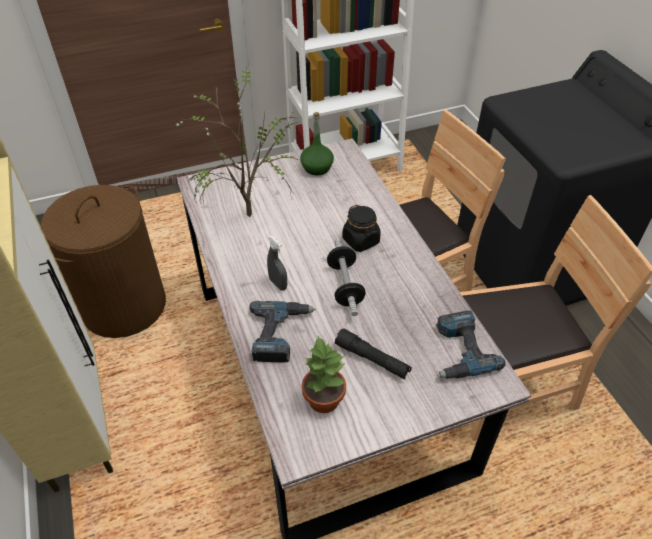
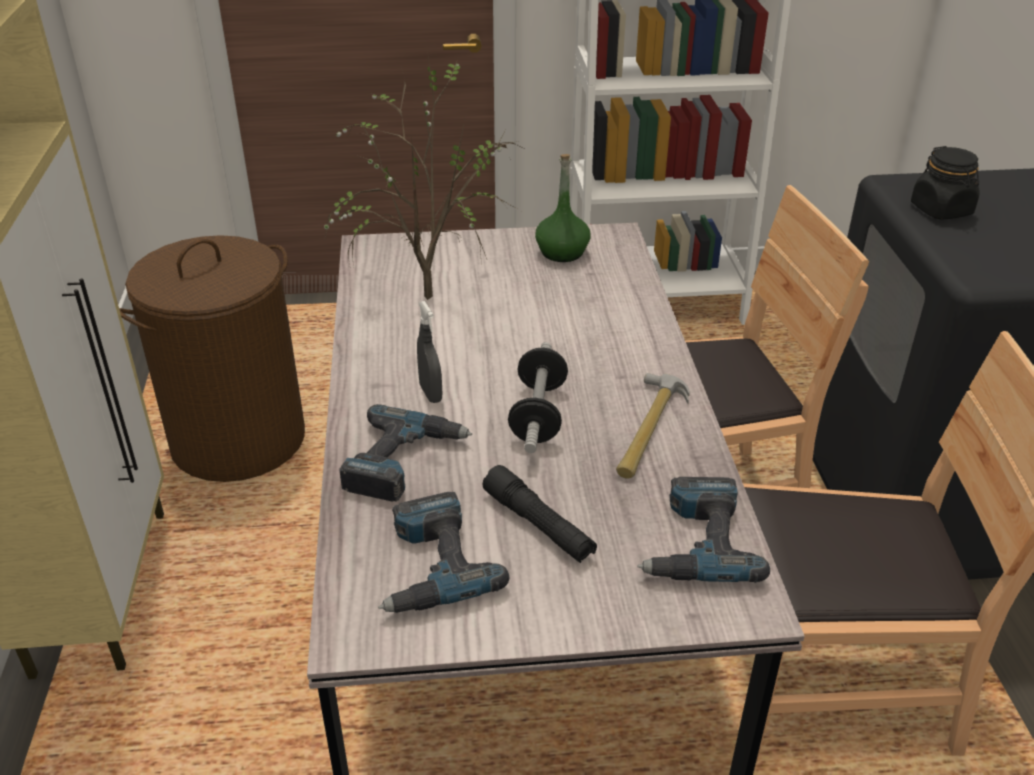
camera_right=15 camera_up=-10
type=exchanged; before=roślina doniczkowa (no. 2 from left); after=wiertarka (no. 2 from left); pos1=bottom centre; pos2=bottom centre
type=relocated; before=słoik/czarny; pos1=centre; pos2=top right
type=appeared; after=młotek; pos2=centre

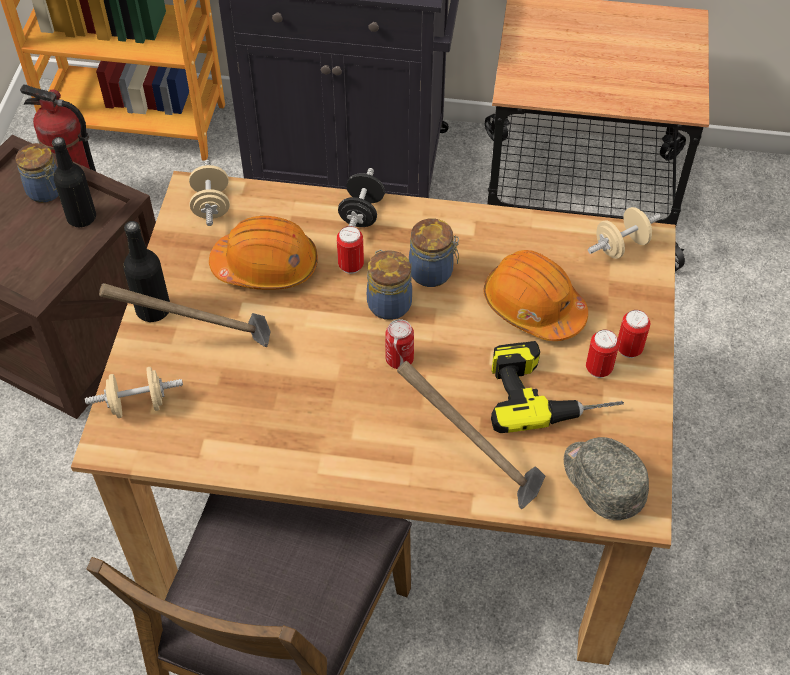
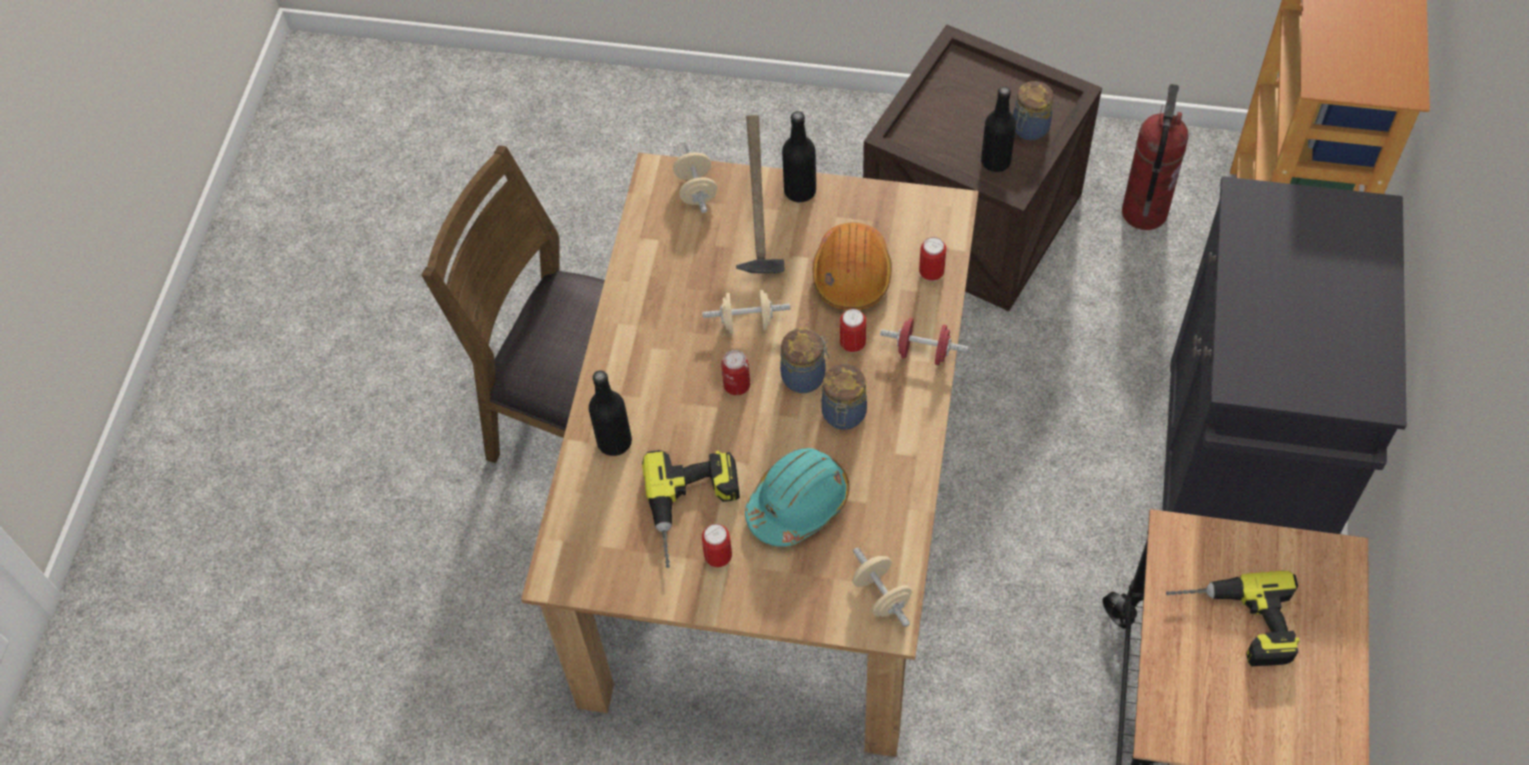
camera_right=95 camera_up=5
type=relocated; before=hantel/beżowy (no. 2 from left); pos1=top left; pos2=centre
type=colour; before=hantel/czarny; after=hantel/czerwony; pos1=top centre; pos2=centre
type=exchanged; before=młotek (no. 2 from left); after=butelka/czarny (no. 1 from left); pos1=centre; pos2=centre
type=colour; before=kask/pomarańczowy (no. 2 from left); after=kask/turkusowy; pos1=middle right; pos2=centre
type=missing; before=czapka z daszkiem/szary; pos1=bottom right
type=relocated; before=puszka (no. 4 from left); pos1=middle right; pos2=centre
type=appeared; after=wiertarka (no. 2 from left); pos2=bottom right

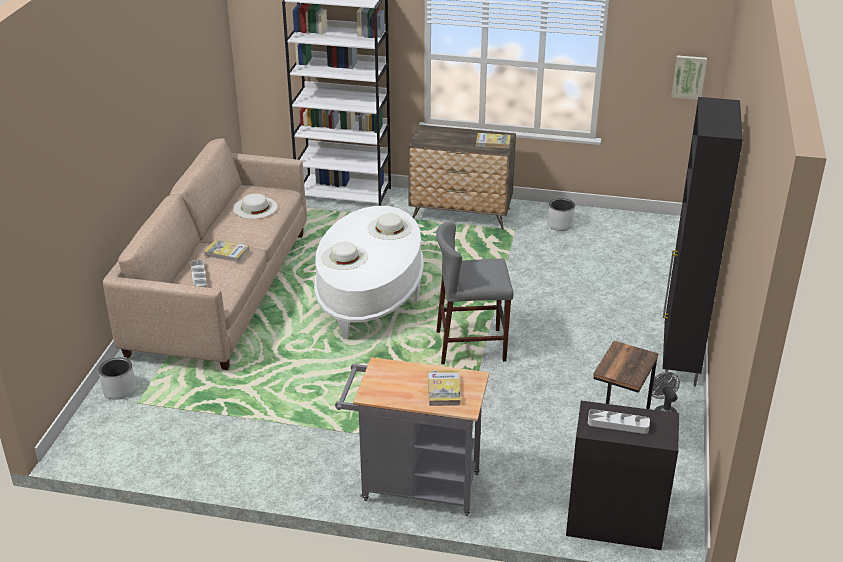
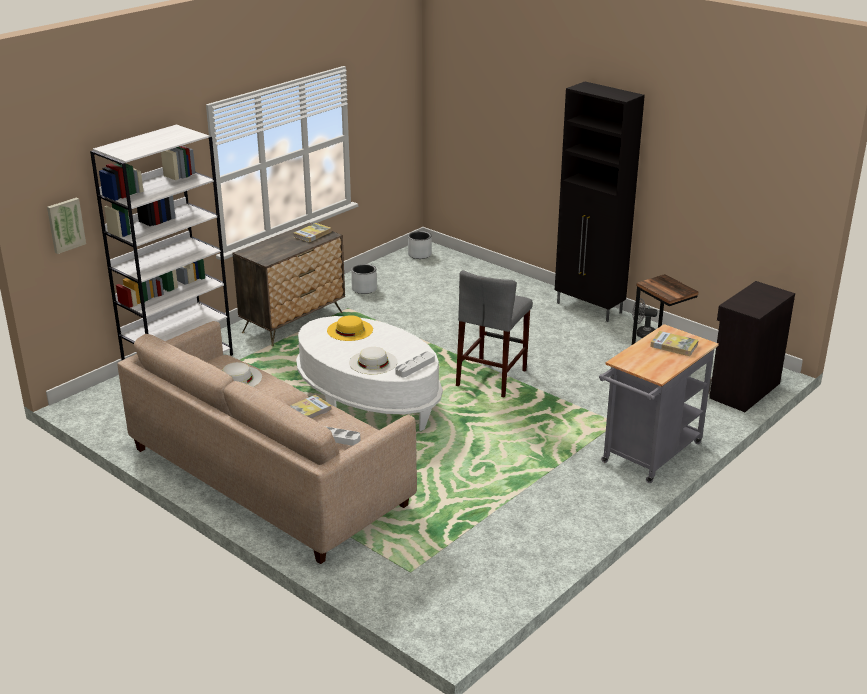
camera_right=-60 camera_up=-5
type=relocated; before=donica/szary (no. 1 from left in the first image); after=donica/szary (no. 2 from left); pos1=bottom left; pos2=centre
type=colour; before=kapelusz/biały (no. 3 from left); after=kapelusz/żółty; pos1=centre; pos2=centre
type=relocated; before=taca/szary (no. 2 from left); pos1=bottom right; pos2=centre
type=relocated; before=obraz; pos1=top right; pos2=top left

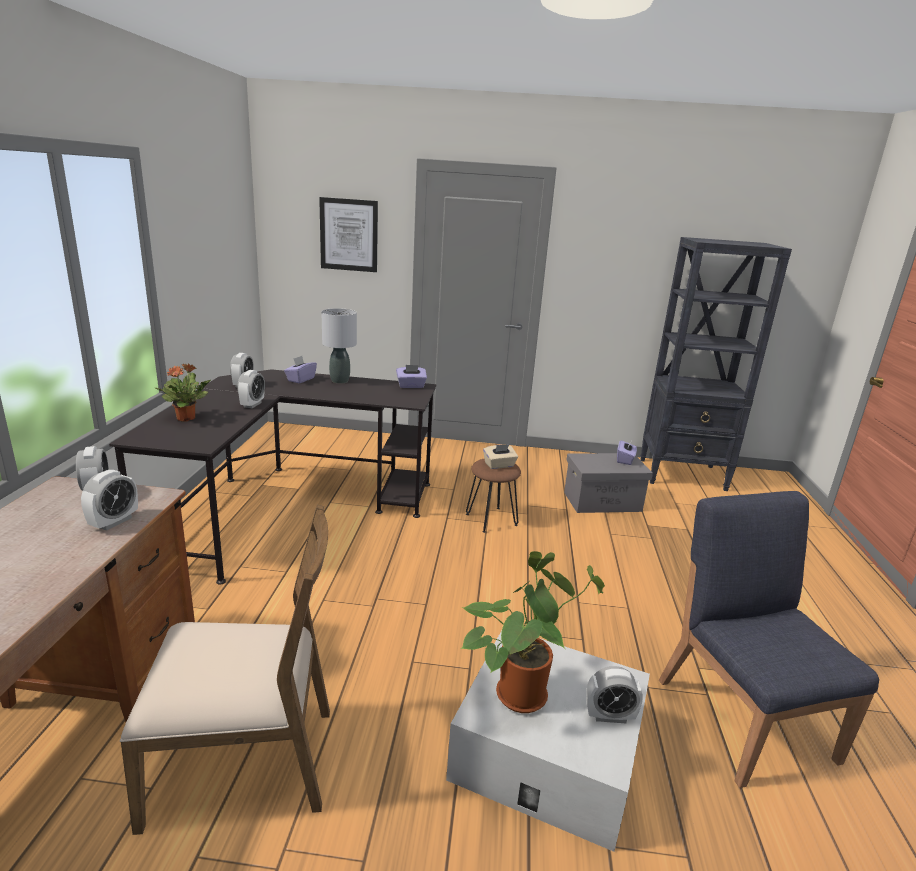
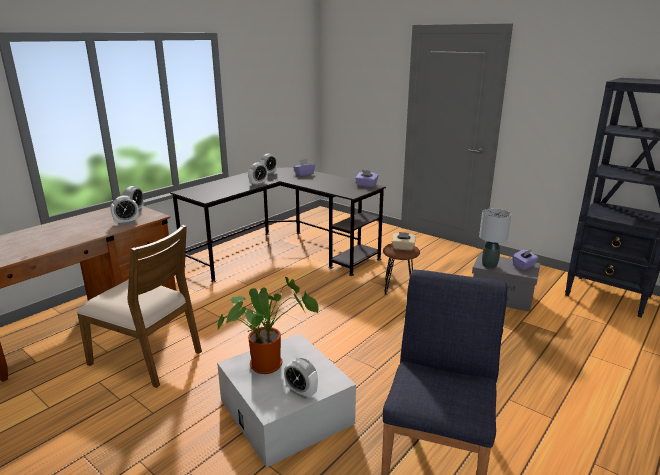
camera_right=35 camera_up=0
type=missing; before=roślina doniczkowa (no. 1 from left); pos1=middle left
type=missing; before=obraz; pos1=top centre
type=relocated; before=lampa stołowa/szary; pos1=centre; pos2=middle right

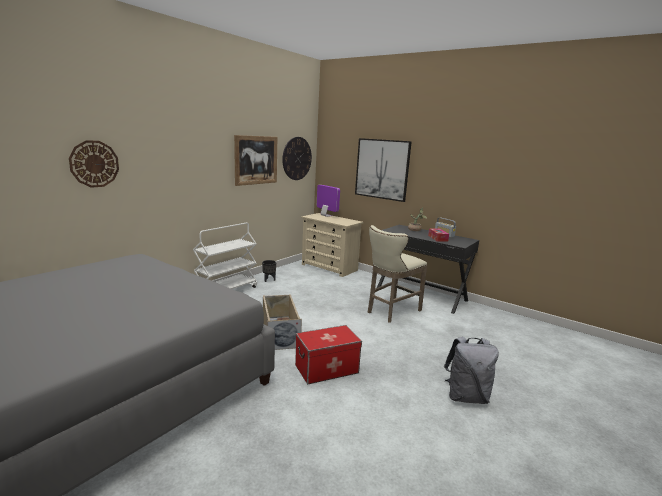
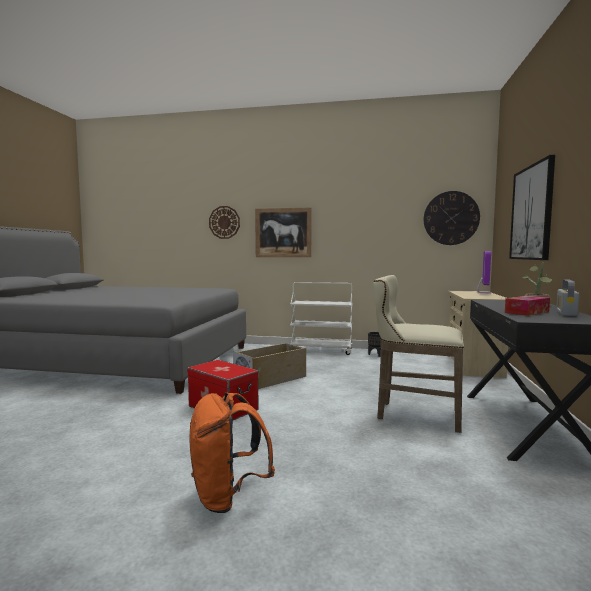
camera_right=65 camera_up=-10
type=relocated; before=obraz (no. 1 from left); pos1=top centre; pos2=centre
type=colour; before=plecak/szary; after=plecak/pomarańczowy; pos1=bottom right; pos2=bottom centre

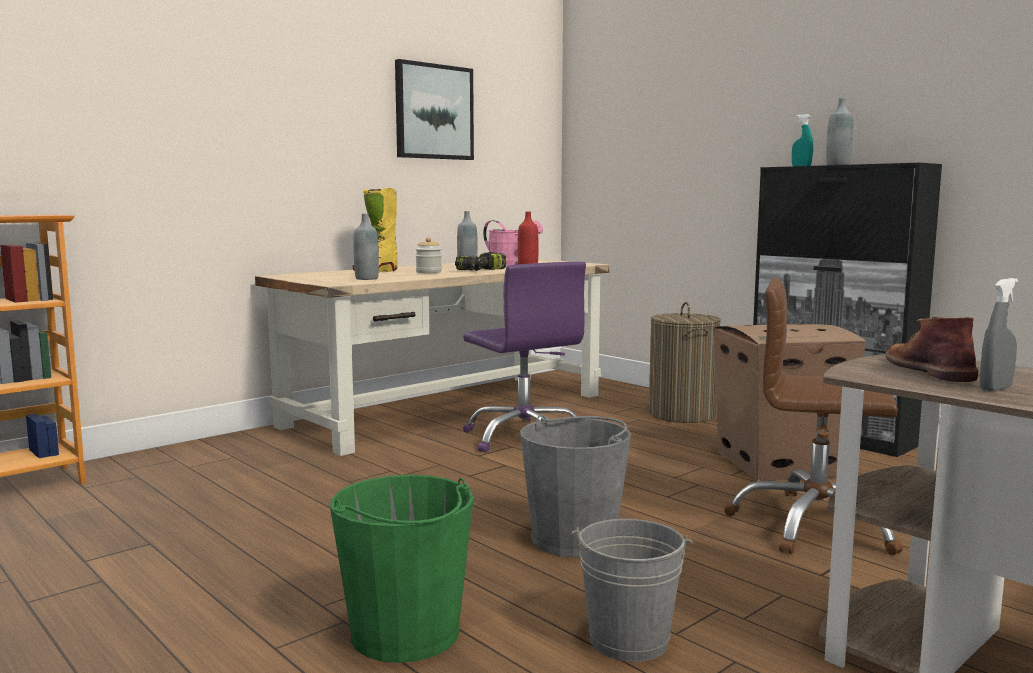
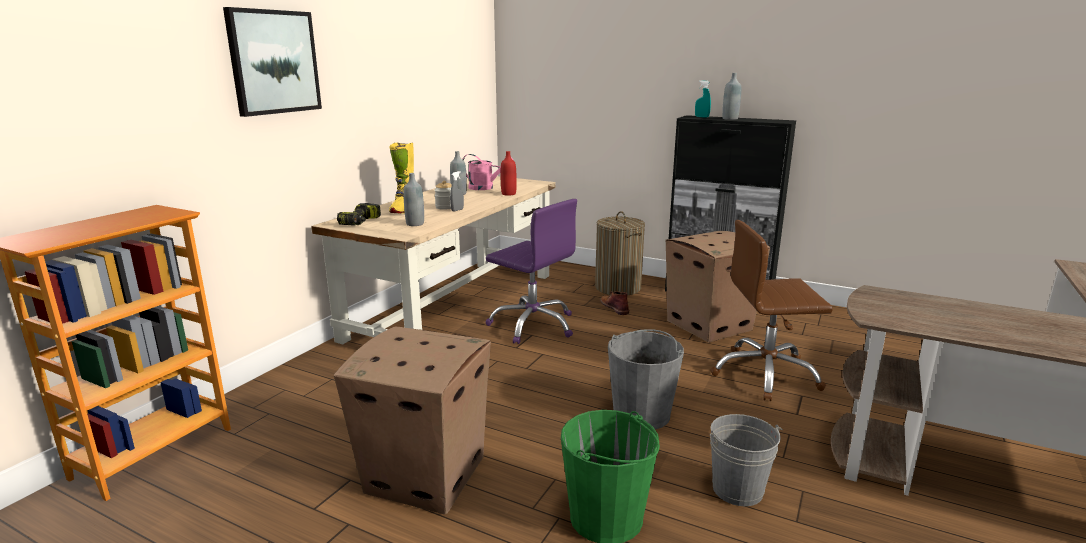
camera_right=-20 camera_up=10
type=relocated; before=obraz; pos1=top centre; pos2=top left
type=relocated; before=wiertarka; pos1=centre; pos2=middle left
type=relocated; before=but z cholewką/brązowy; pos1=middle right; pos2=centre
type=relocated; before=spryskiwacz/szary; pos1=middle right; pos2=centre
type=appeared; after=karton (no. 1 from left); pos2=bottom centre

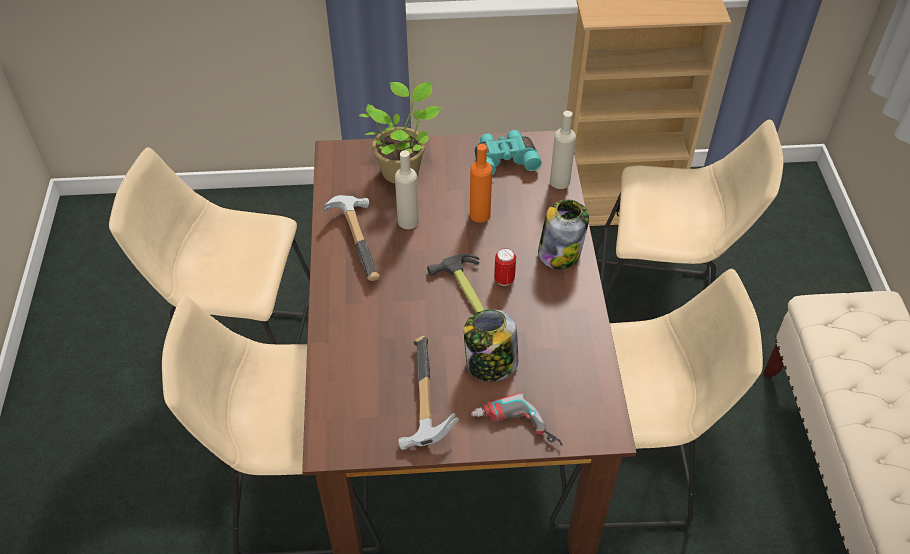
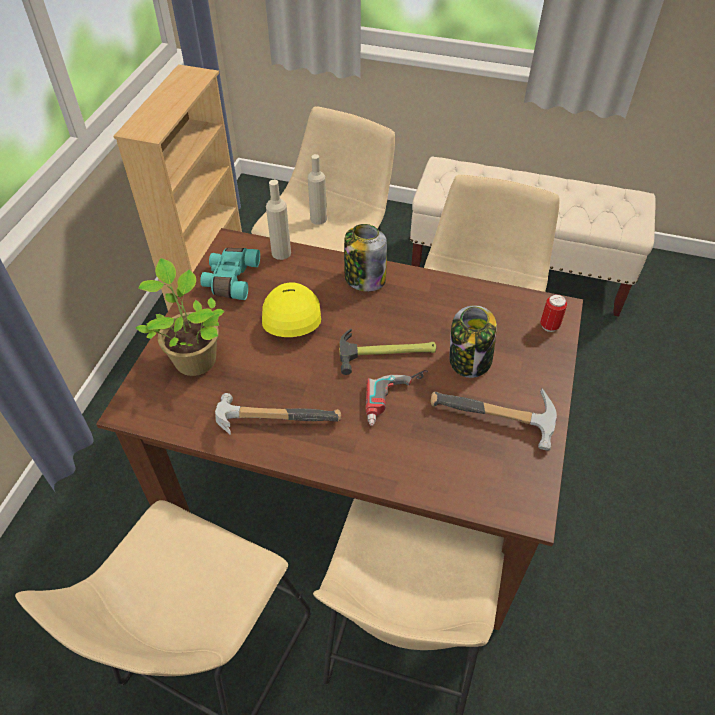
camera_right=-70 camera_up=0
type=relocated; before=butelka/beżowy (no. 1 from left in the first image); after=butelka/beżowy (no. 2 from left); pos1=centre; pos2=top centre
type=exchanged; before=butelka/pomarańczowy; after=czapka z daszkiem/żółty; pos1=top centre; pos2=centre
type=relocated; before=wiertarka; pos1=bottom centre; pos2=centre
type=relocated; before=puszka; pos1=centre; pos2=middle right

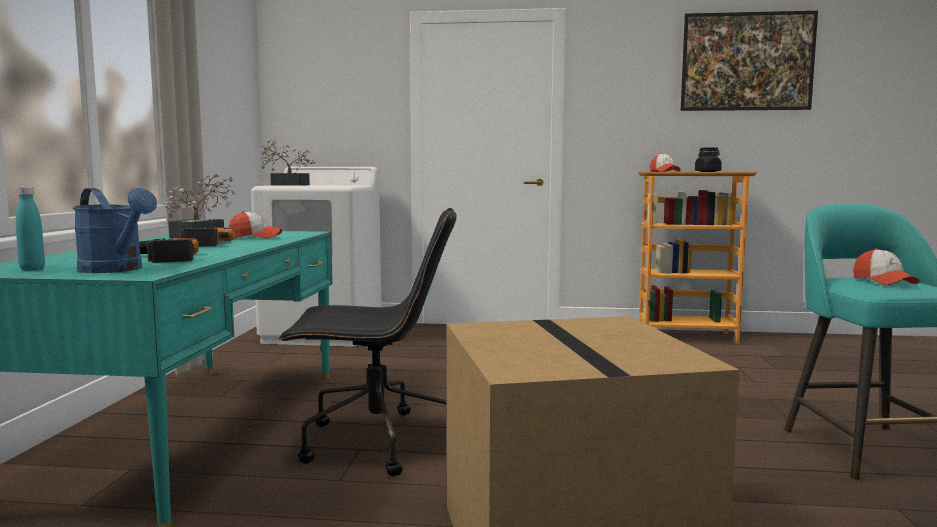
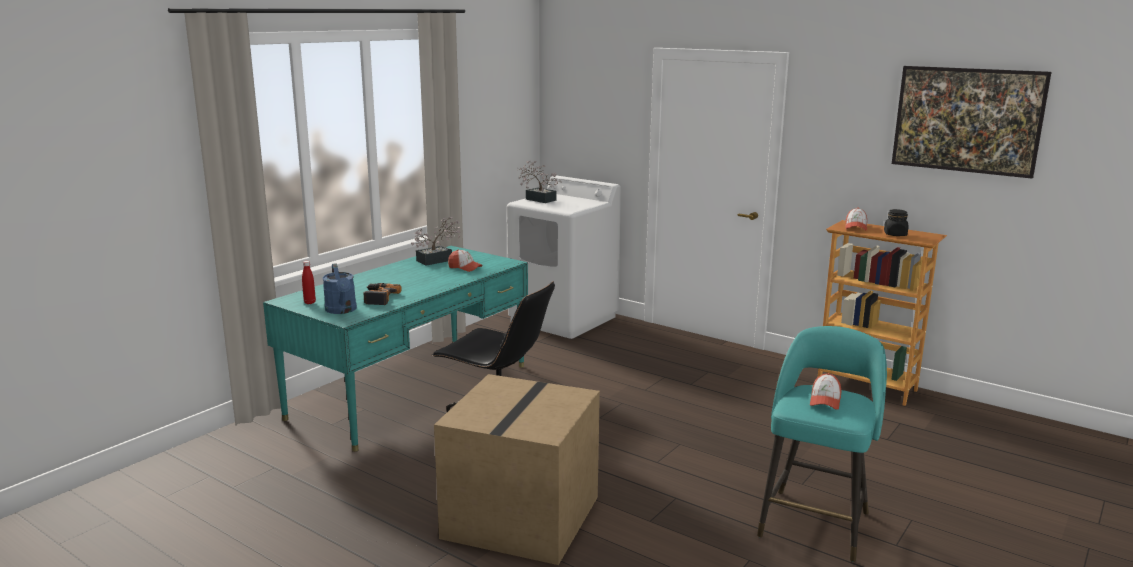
camera_right=30 camera_up=10
type=colour; before=butelka/turkusowy; after=butelka/czerwony; pos1=middle left; pos2=middle left
type=missing; before=wiertarka (no. 2 from left); pos1=middle left

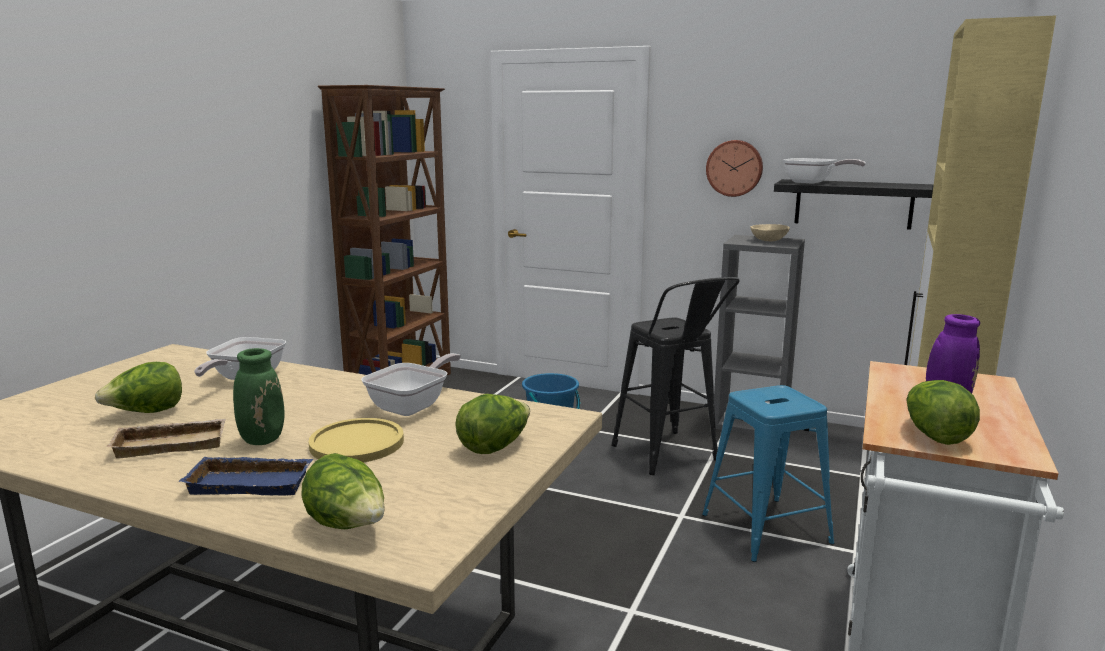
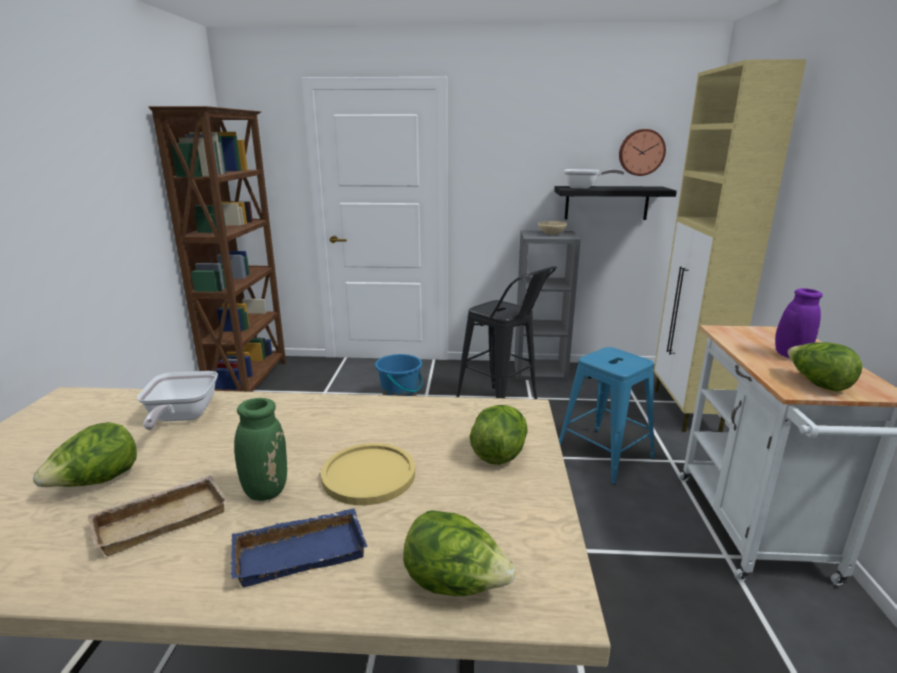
camera_right=-20 camera_up=5
type=missing; before=patelnia (no. 2 from left); pos1=centre
type=relocated; before=zegar ścienny; pos1=top centre; pos2=top right

